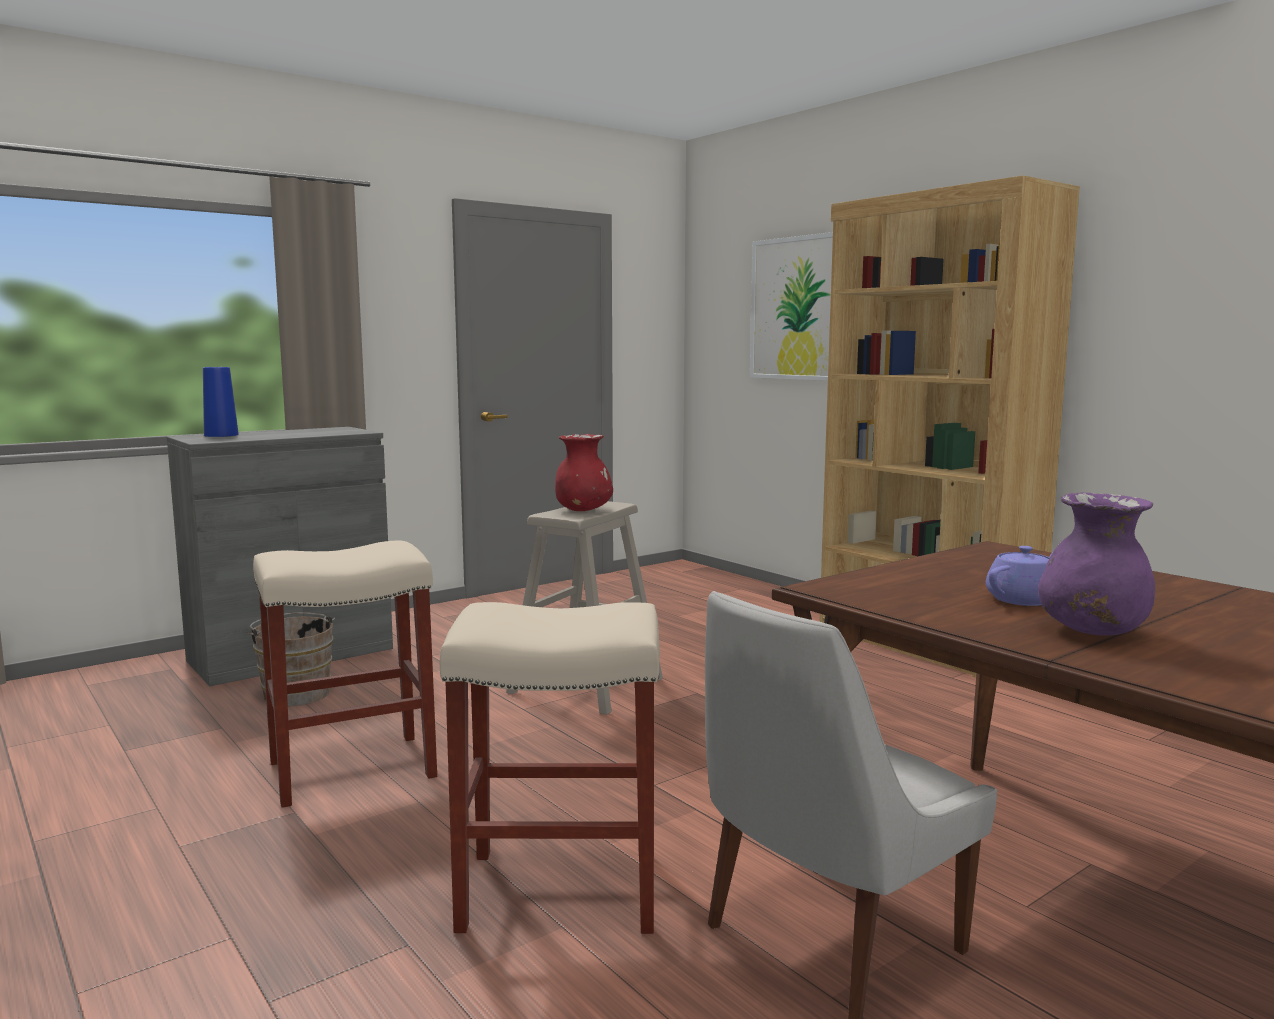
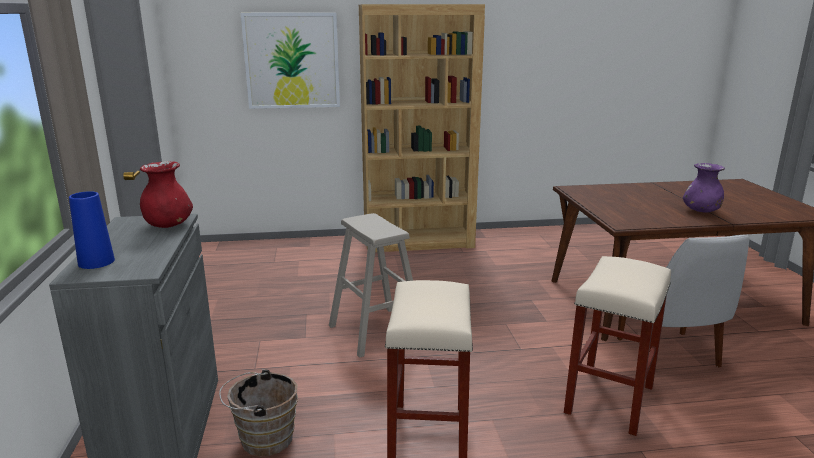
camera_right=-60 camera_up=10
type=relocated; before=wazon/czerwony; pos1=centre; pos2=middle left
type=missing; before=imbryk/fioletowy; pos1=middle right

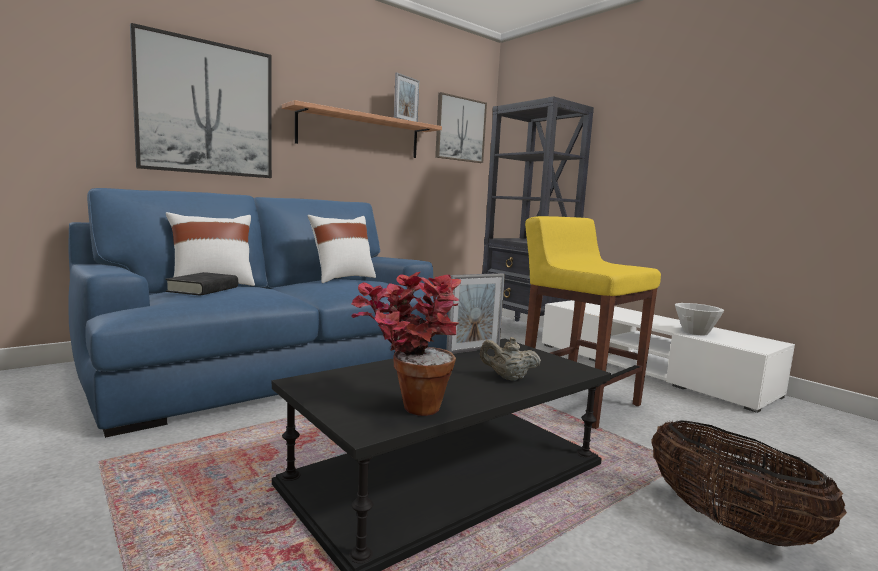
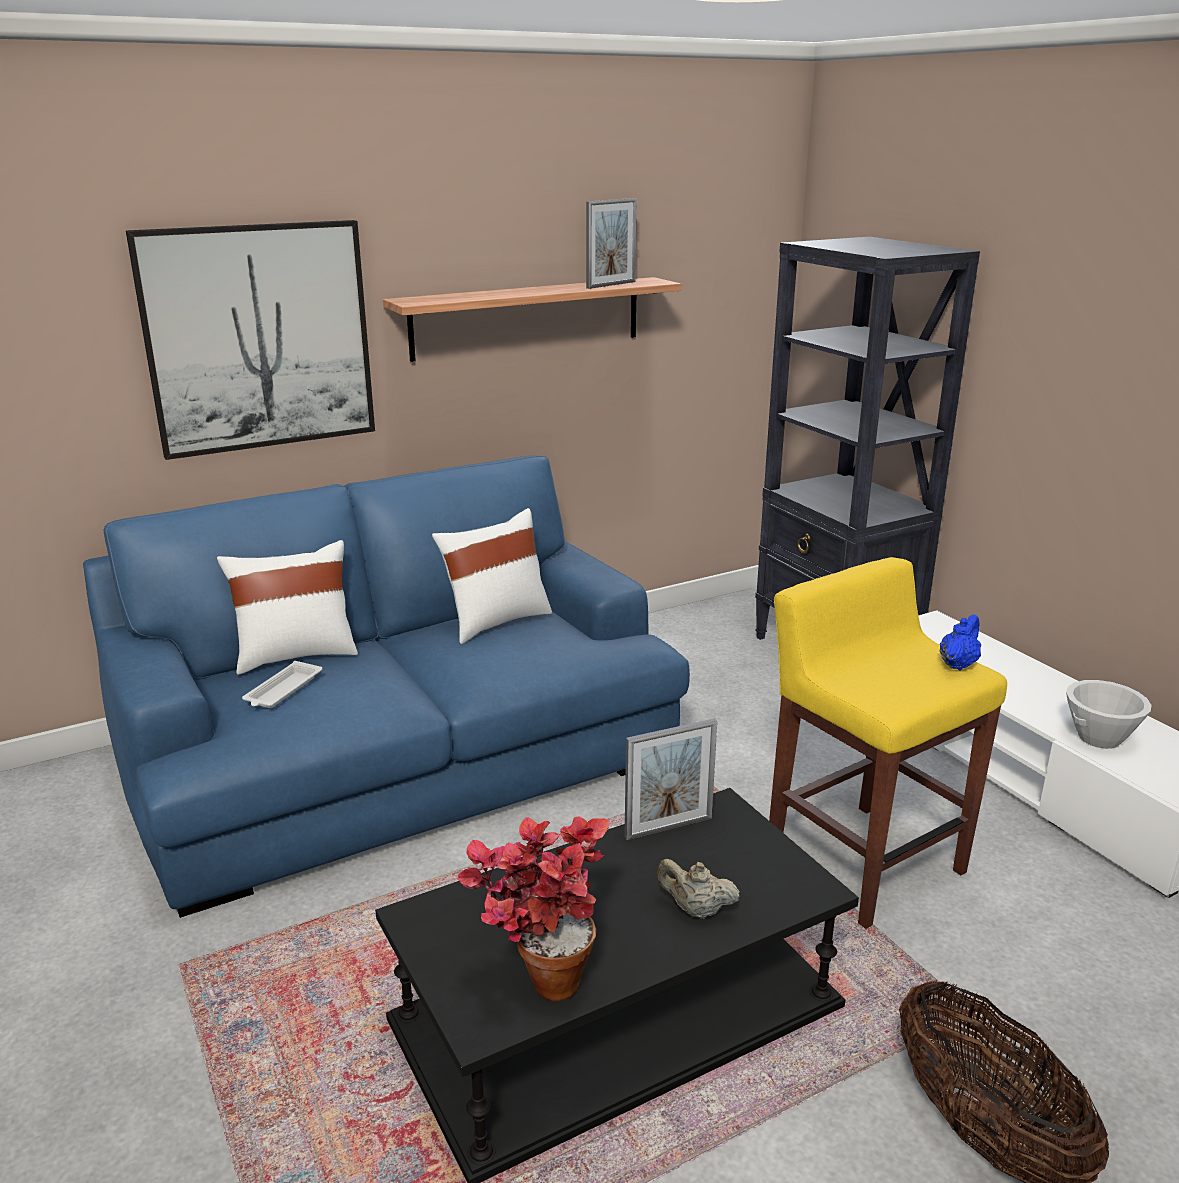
camera_right=10 camera_up=15
type=exchanged; before=książka/czarny; after=taca/biały; pos1=middle left; pos2=middle left
type=missing; before=obraz (no. 2 from left); pos1=top centre
type=appeared; after=imbryk/niebieski; pos2=middle right

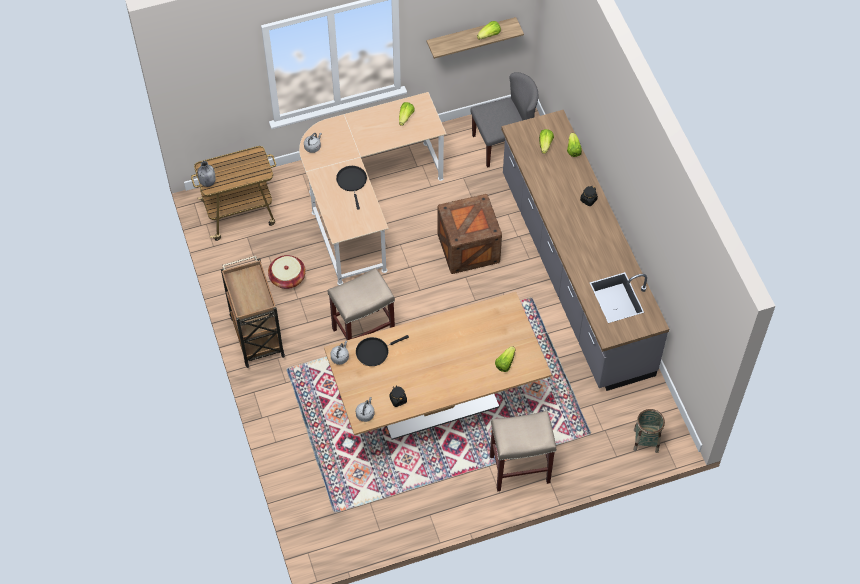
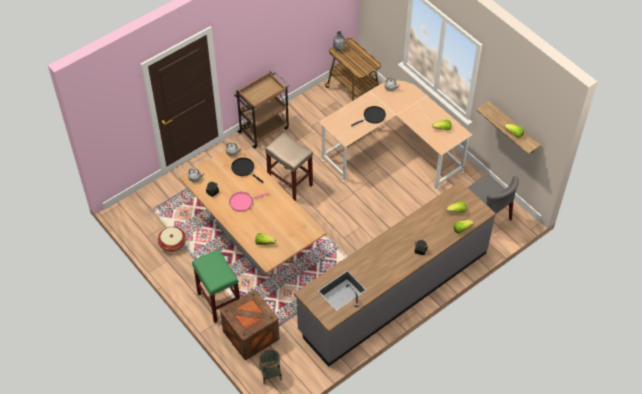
camera_right=70 camera_up=-5
type=relocated; before=koszyk (no. 1 from left); pos1=centre; pos2=middle left
type=relocated; before=skrzynka; pos1=centre; pos2=bottom centre
type=colour; before=stołek/beżowy (no. 2 from left); after=stołek/zielony; pos1=bottom centre; pos2=bottom centre
type=appeared; after=patelnia/różowy; pos2=centre

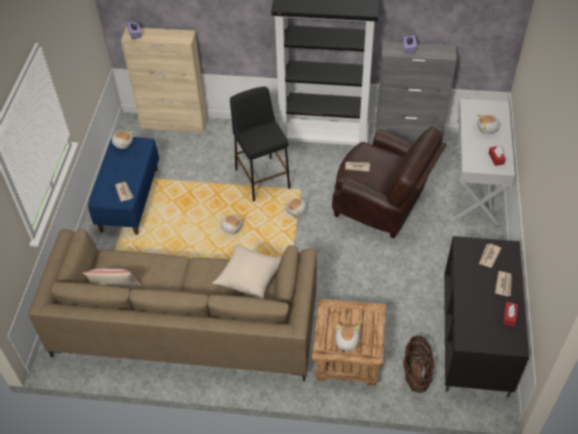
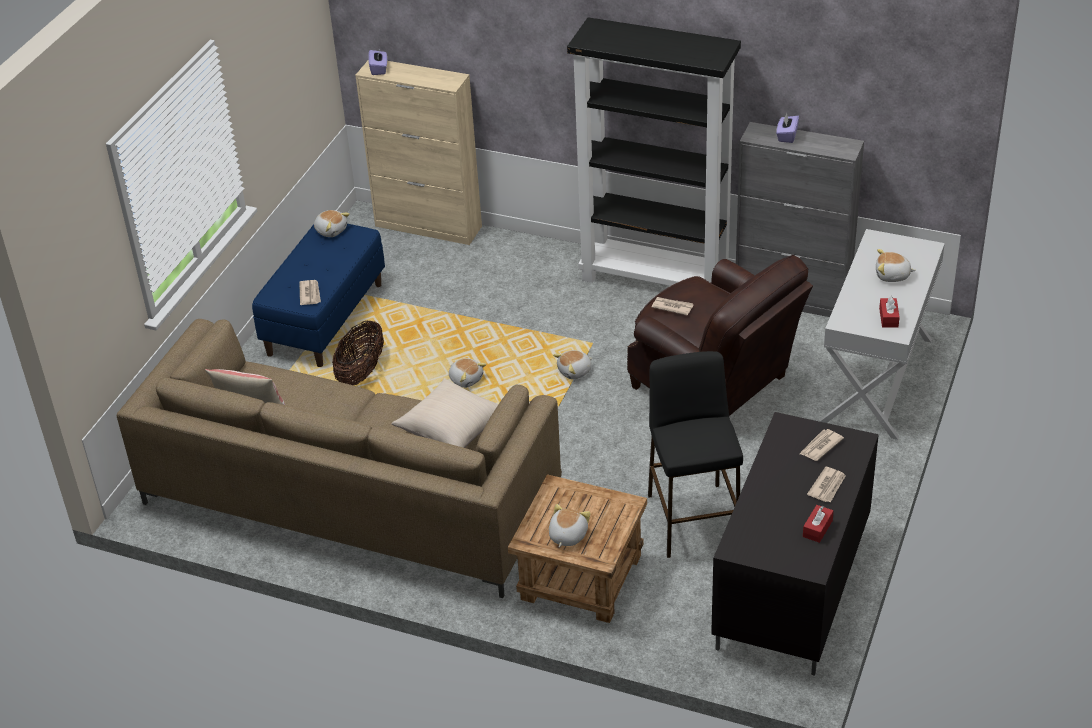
camera_right=15 camera_up=-10
type=relocated; before=stołek/czarny; pos1=top centre; pos2=centre
type=relocated; before=koszyk; pos1=bottom right; pos2=middle left

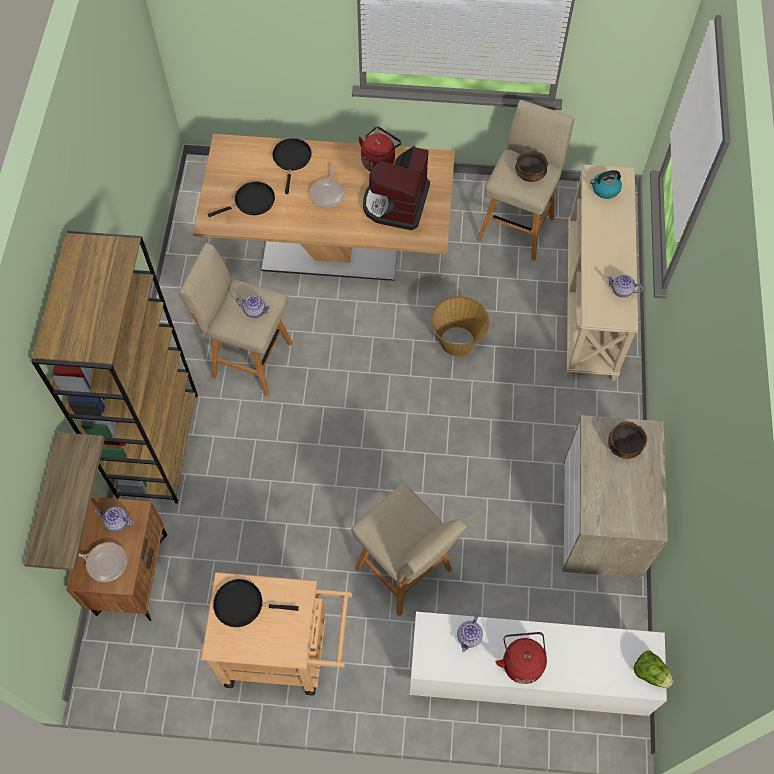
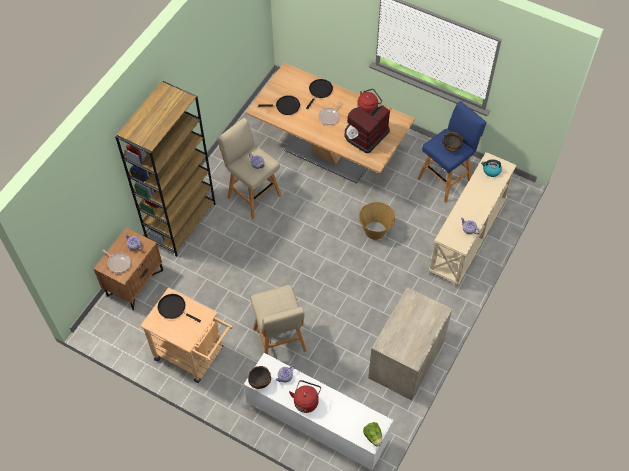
camera_right=25 camera_up=-5
type=missing; before=półka; pos1=middle left
type=colour; before=stołek/beżowy (no. 3 from left); after=stołek/niebieski; pos1=top right; pos2=top right
type=relocated; before=miska (no. 2 from left in the first image); after=miska (no. 1 from left); pos1=middle right; pos2=bottom centre

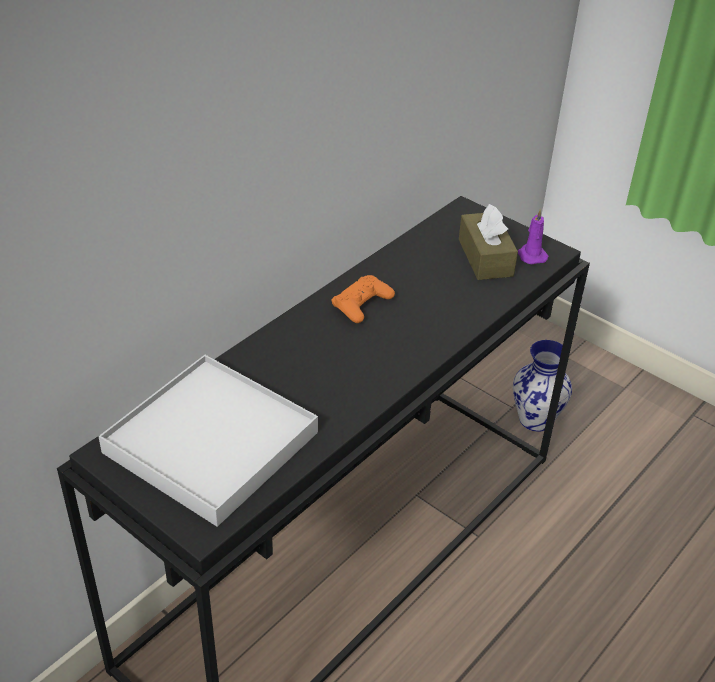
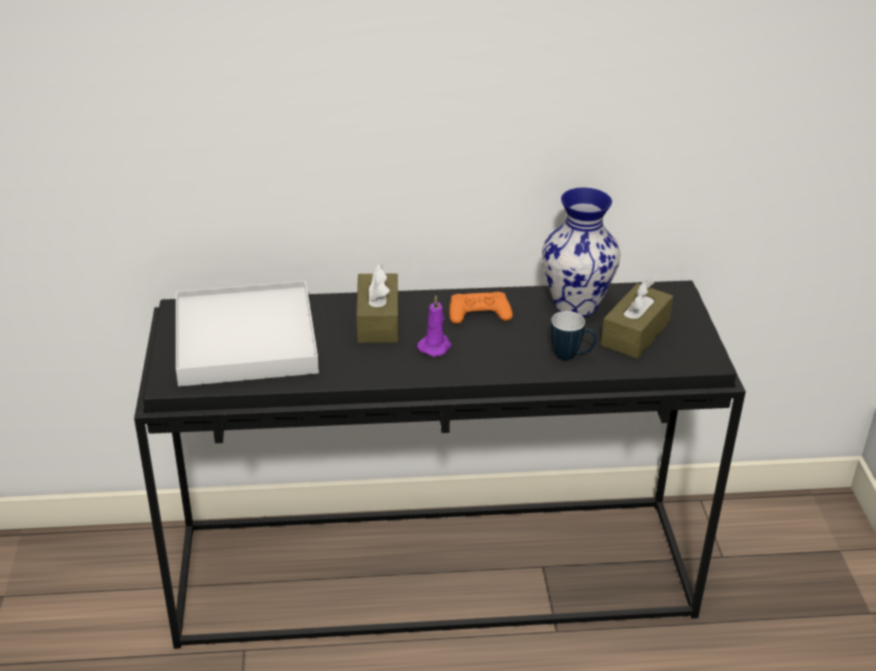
camera_right=45 camera_up=-5
type=relocated; before=wazon; pos1=middle right; pos2=centre
type=relocated; before=świeca/fioletowy; pos1=middle right; pos2=centre
type=appeared; after=pudełko chusteczek/brązowy (no. 1 from left); pos2=centre
type=appeared; after=kubek; pos2=centre

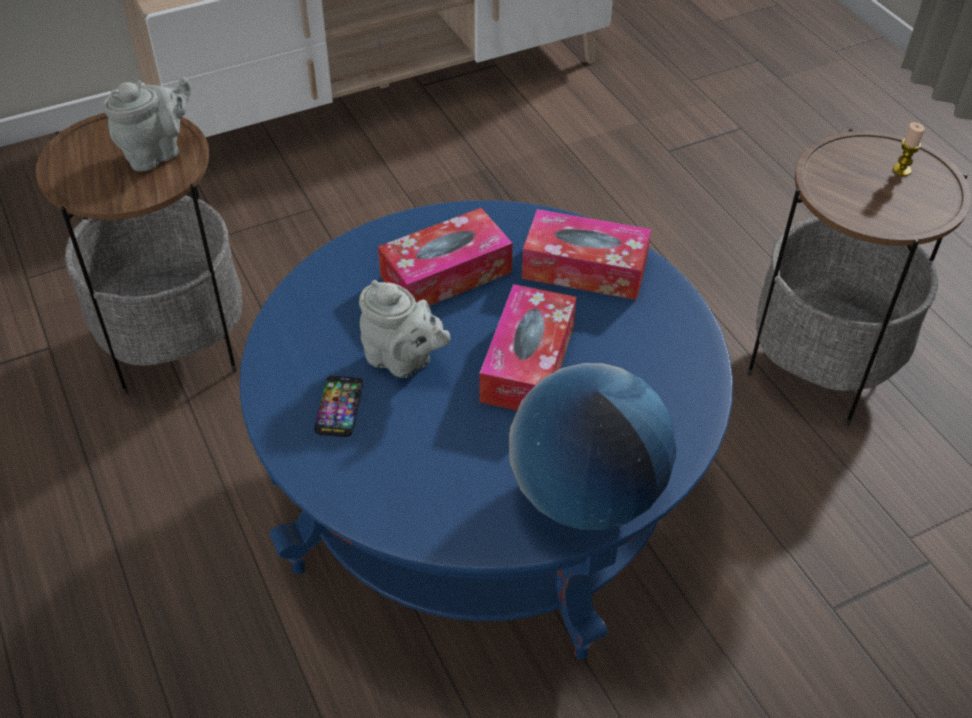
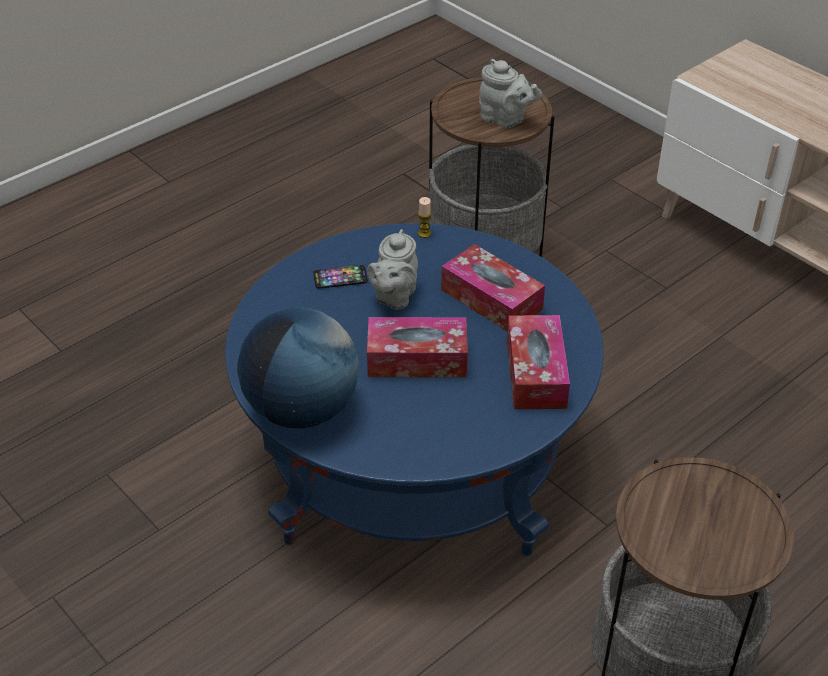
camera_right=75 camera_up=-5
type=relocated; before=świeca; pos1=top right; pos2=top centre

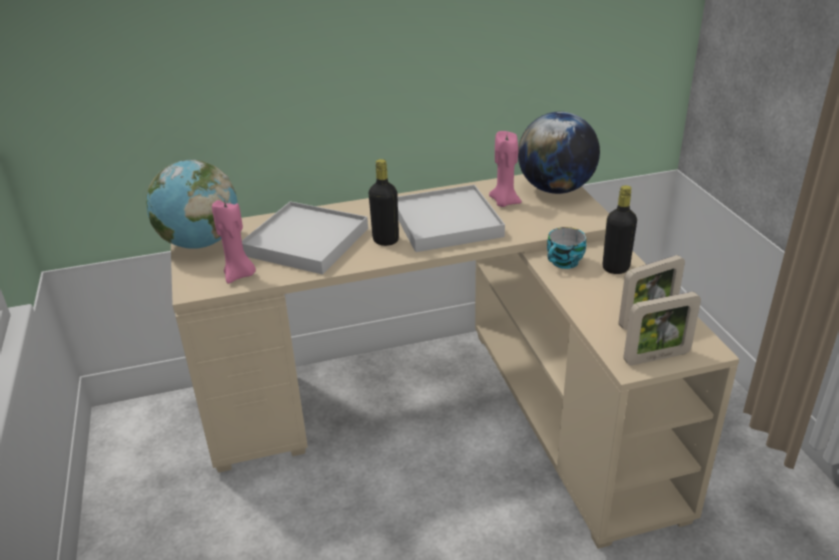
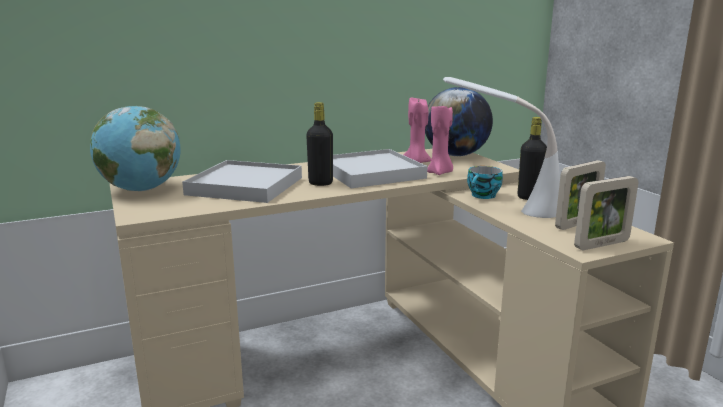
camera_right=-10 camera_up=-15
type=relocated; before=świeca/różowy (no. 1 from left in the first image); after=świeca/różowy (no. 2 from left); pos1=middle left; pos2=centre
type=appeared; after=lampa stołowa/biały; pos2=middle right

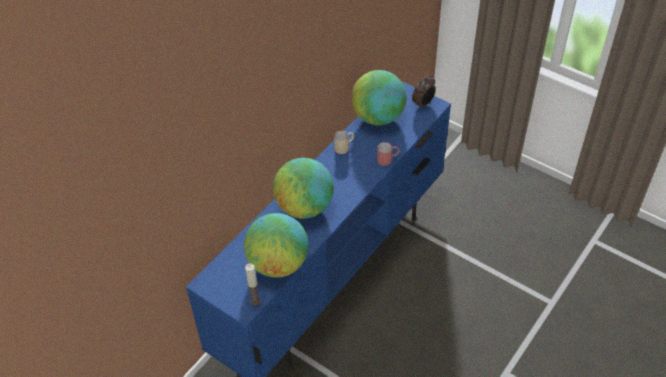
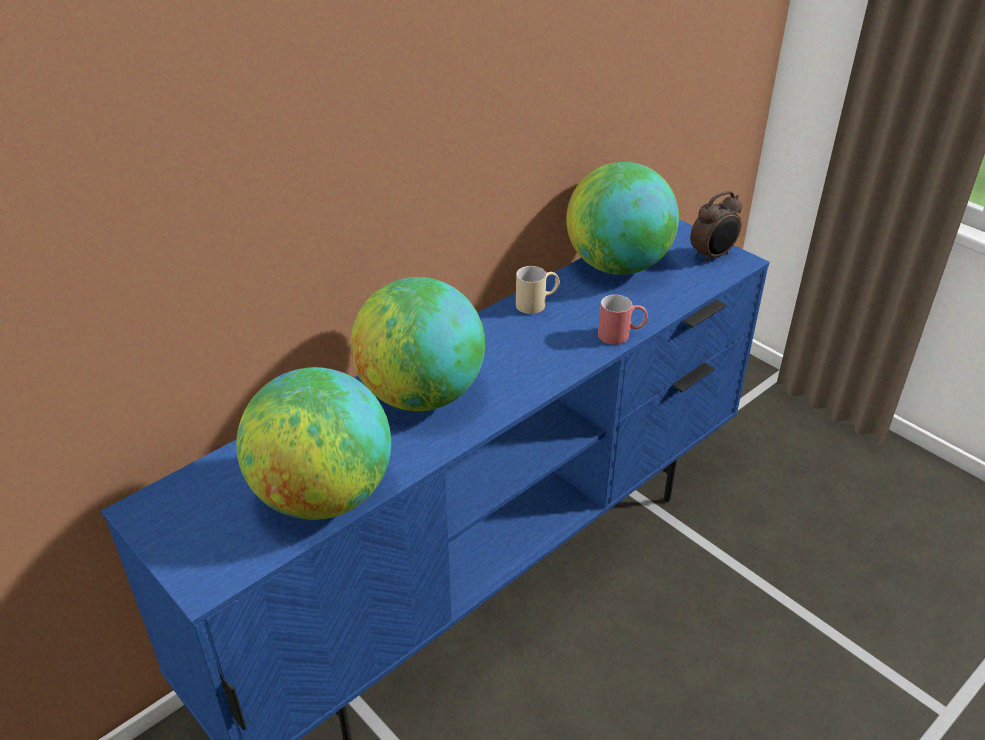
camera_right=10 camera_up=-10
type=missing; before=świeca; pos1=bottom centre

